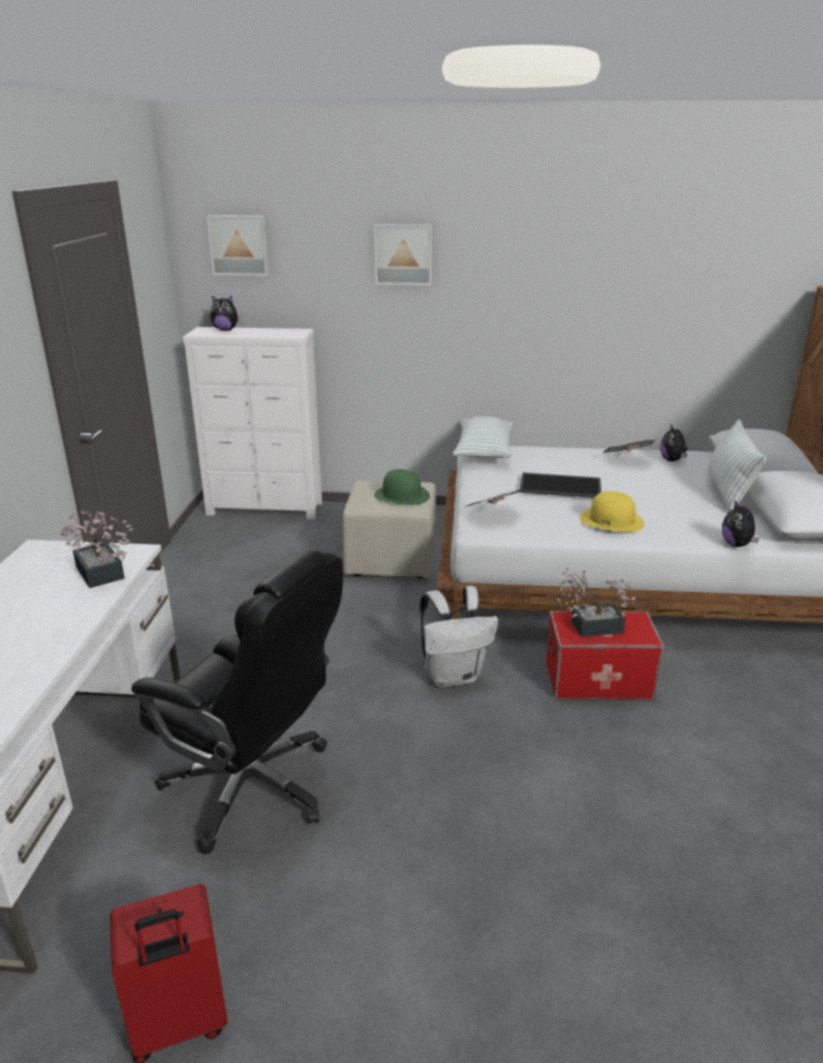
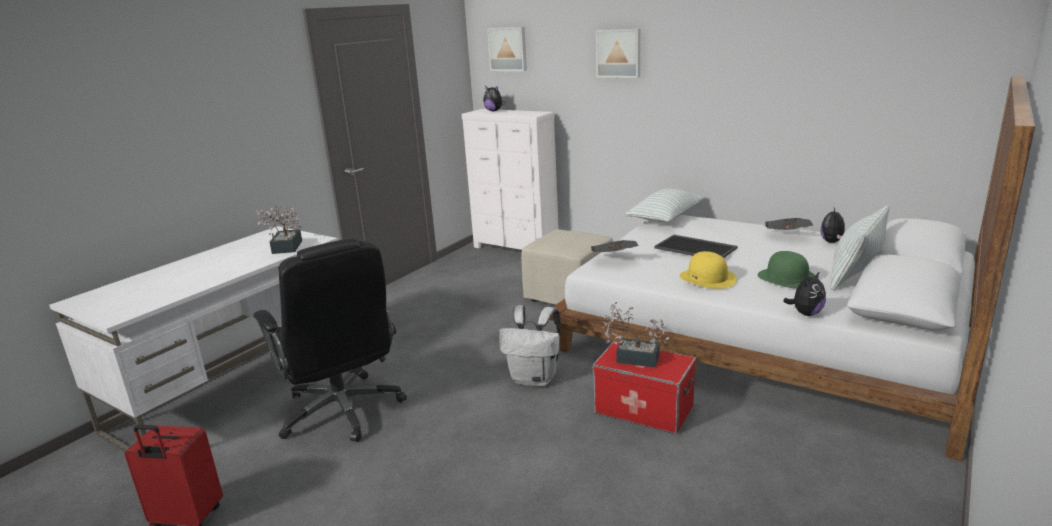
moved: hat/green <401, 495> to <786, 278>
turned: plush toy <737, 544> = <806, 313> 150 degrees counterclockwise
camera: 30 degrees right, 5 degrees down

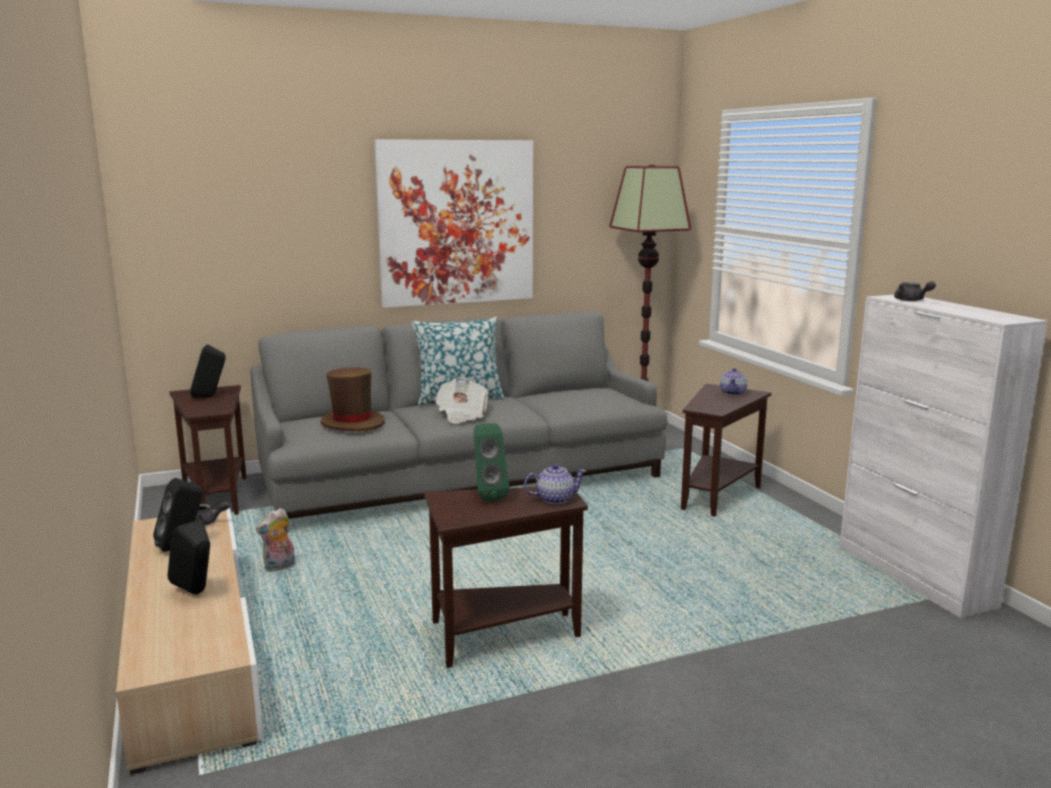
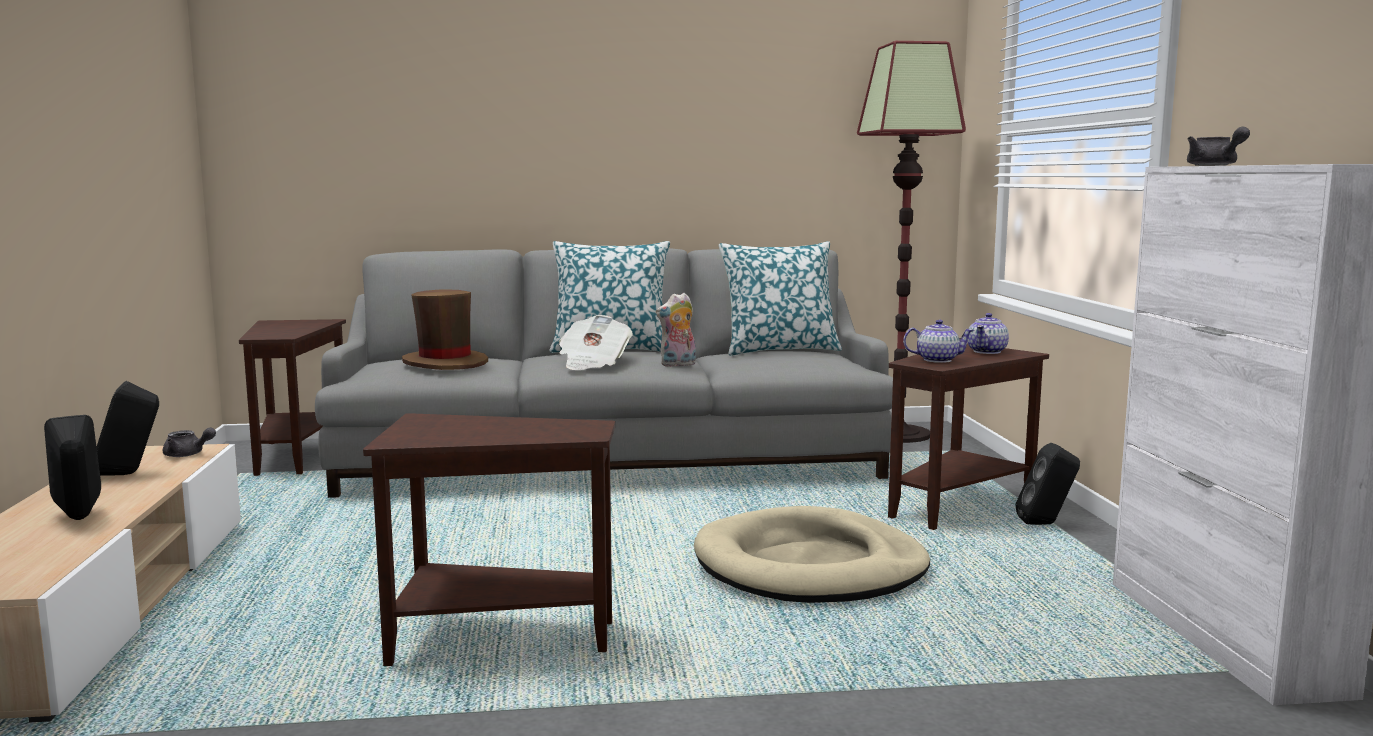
removed: picture <456, 222>; speaker/green <487, 495>
added: dog bed/beige <810, 566>; pillow <779, 350>
moved: plush toy <279, 567> to <678, 365>; teapot <554, 499> to <937, 360>; speaker/black <209, 397> to <1046, 524>
camera: 15 degrees right, 5 degrees down

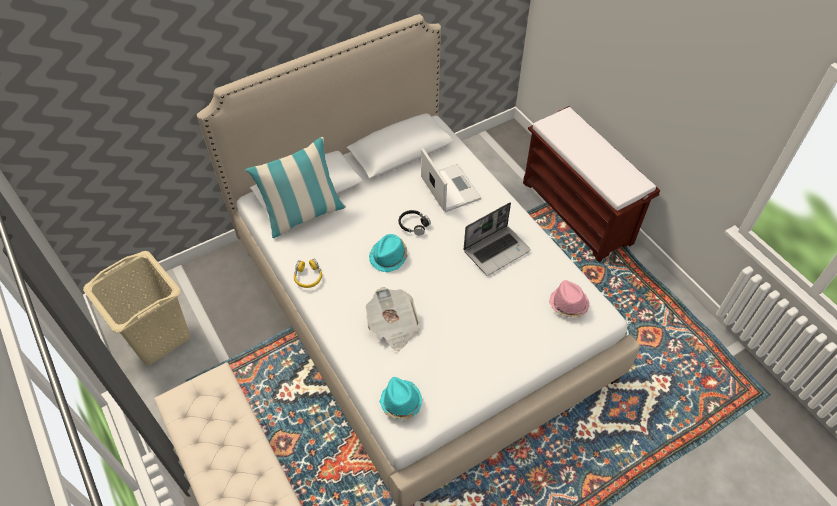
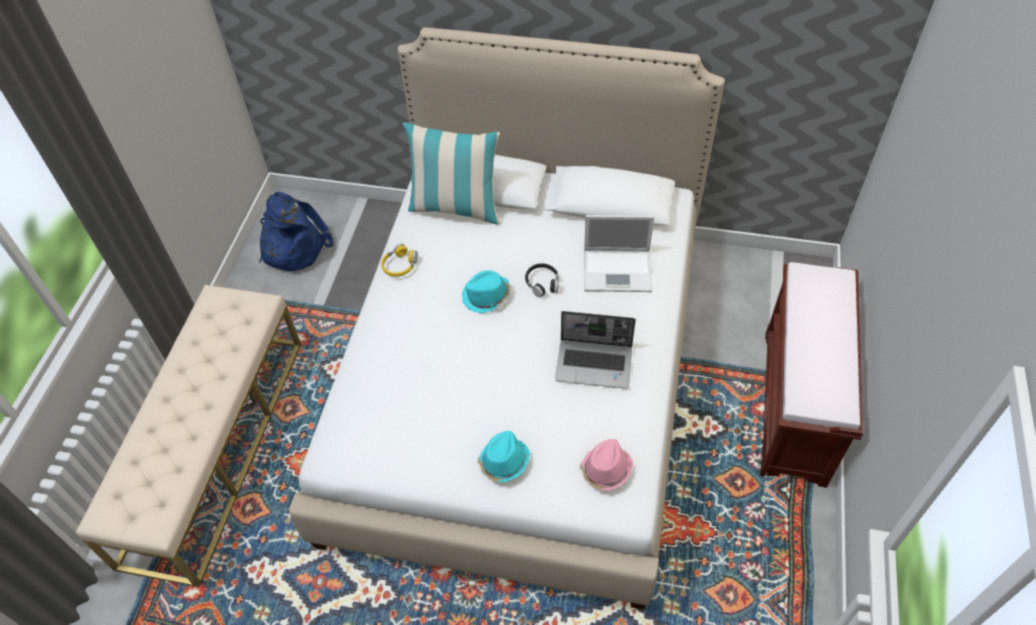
removed: newspaper <393, 326>
moved: hat/turquoise <400, 402> to <503, 462>
replaced: laundry basket/beige <157, 335> to backpack/blue <293, 246>
turned: laptop <449, 187> = <618, 270> 75 degrees clockwise
camera: 45 degrees right, 0 degrees up

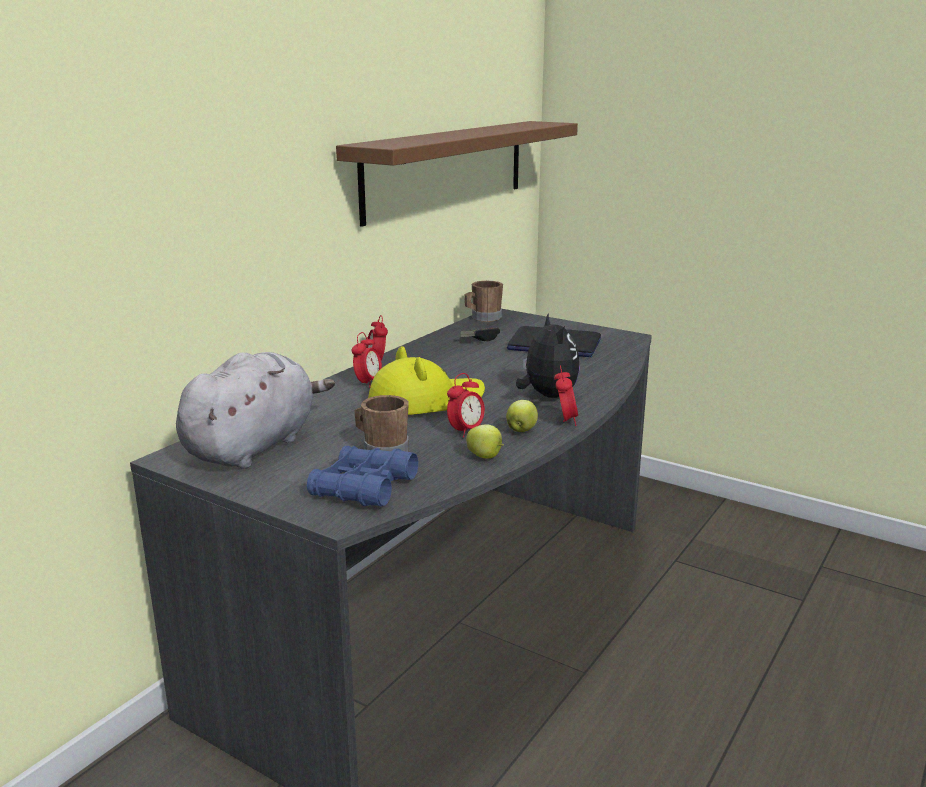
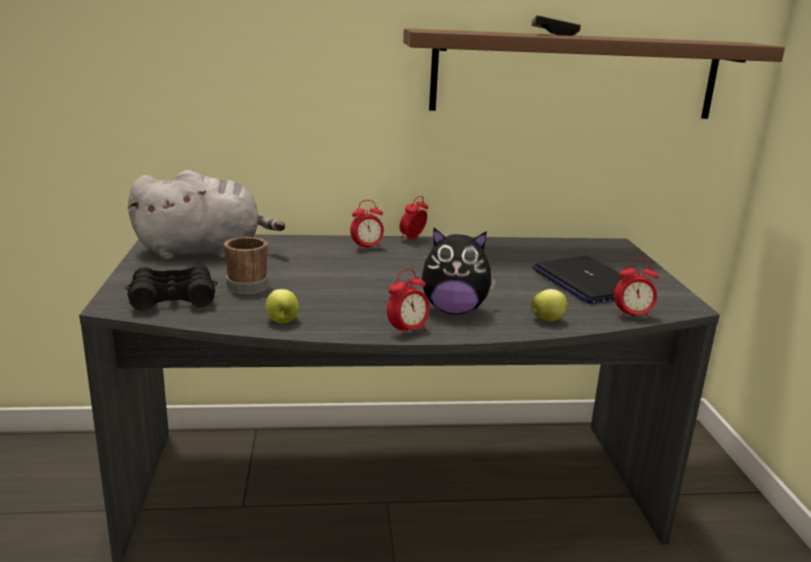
removed: hat/yellow <426, 401>; mug/brown <483, 318>
moved: game controller <480, 340> to <554, 34>; apple <521, 430> to <548, 320>; alarm clock <466, 431> to <632, 316>
recoloured: binoculars/blue <363, 488> to binoculars/black <172, 298>
turned: plush toy <547, 396> = <454, 310> 60 degrees clockwise
camera: 50 degrees right, 0 degrees up

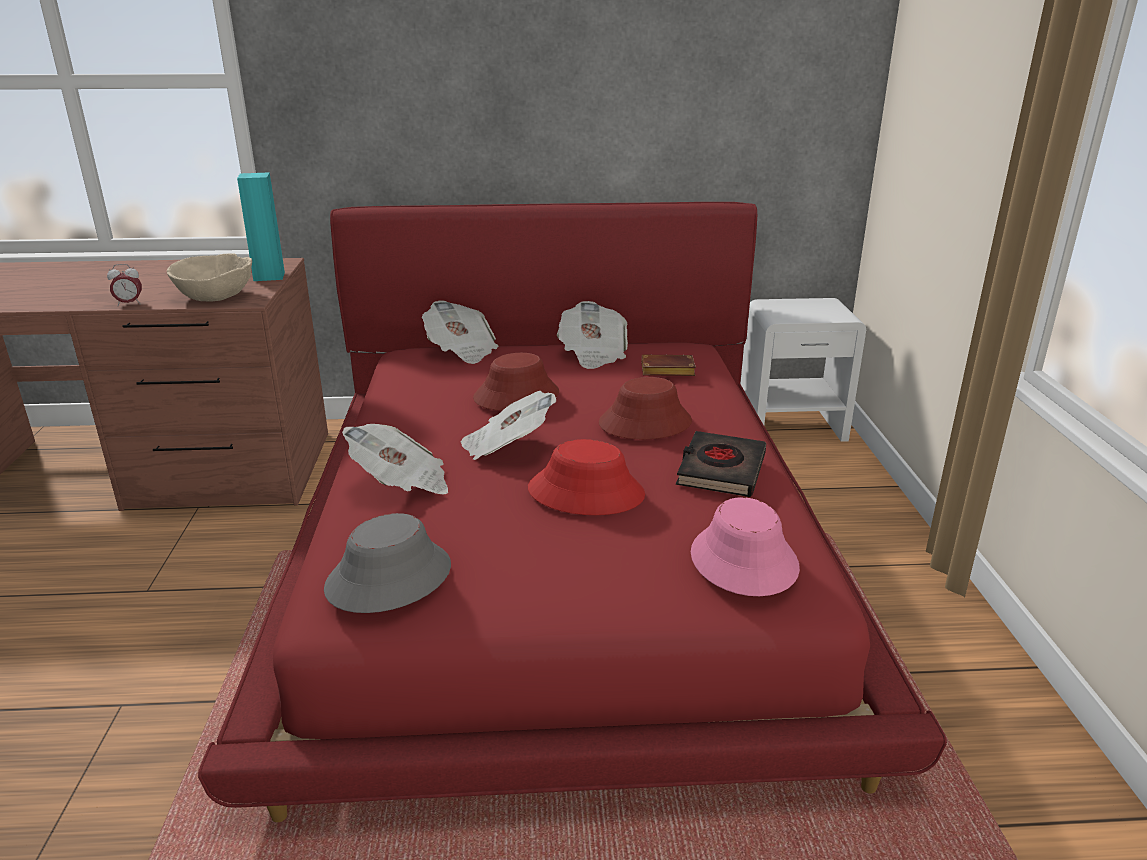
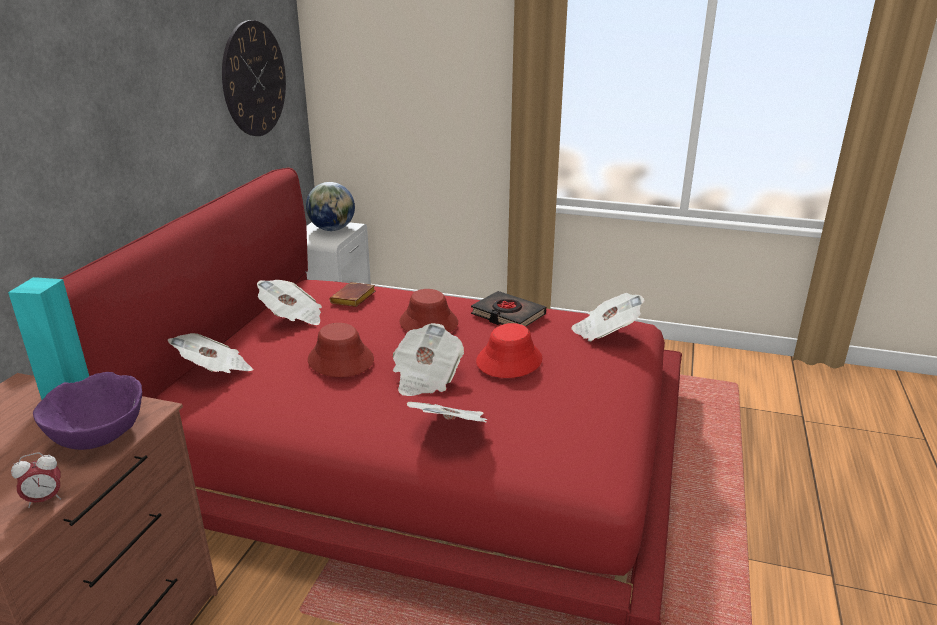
removed: hat/grey <389, 577>
added: wall clock <254, 79>; globe <332, 229>
replaced: hat/pink <743, 561> to newspaper <605, 332>
recoloured: bowl/beige <215, 296> to bowl/purple <98, 433>
turned: alarm clock <129, 304> = <44, 500> 60 degrees clockwise
camera: 70 degrees left, 0 degrees up

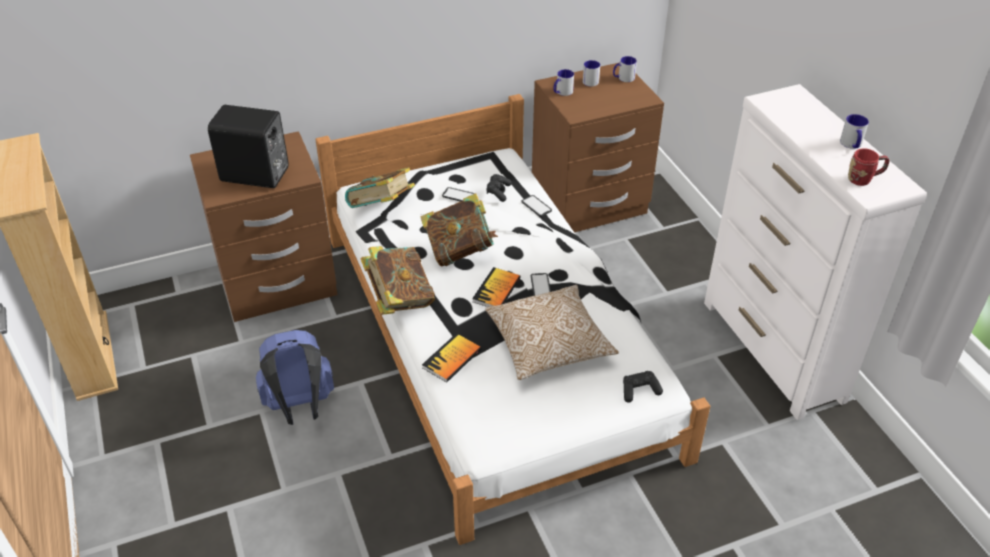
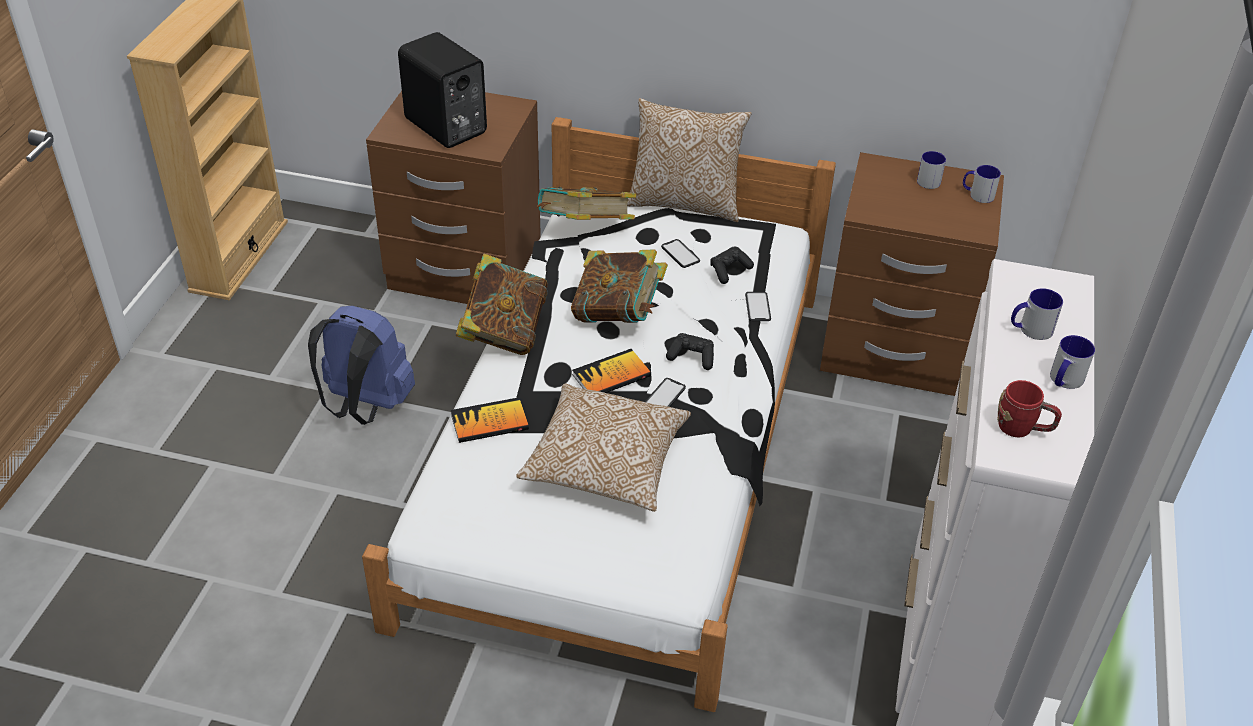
added: pillow <685, 203>
moved: game controller/black <639, 391> to <692, 357>; mug <562, 92> to <1030, 329>
camera: 35 degrees right, 0 degrees up

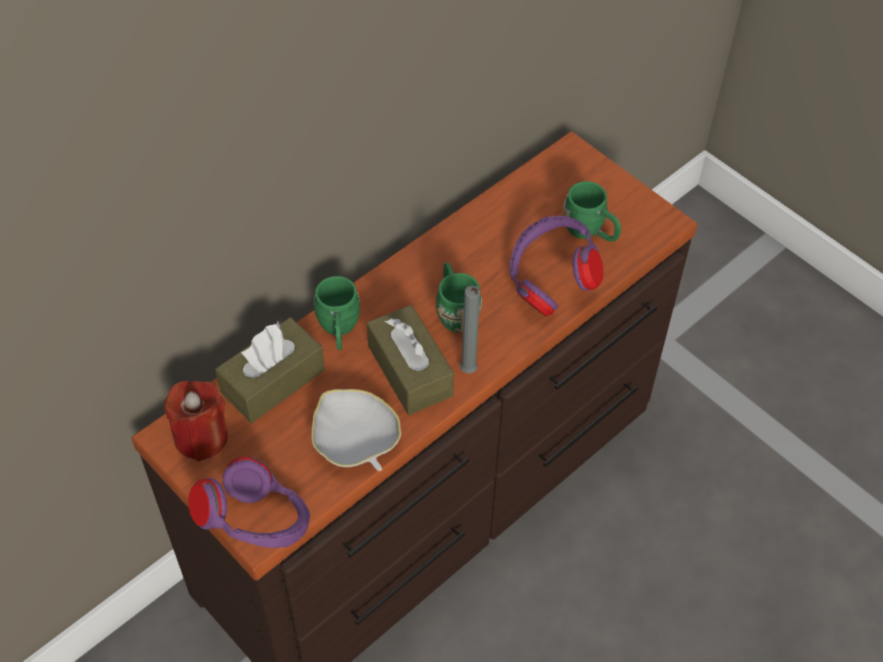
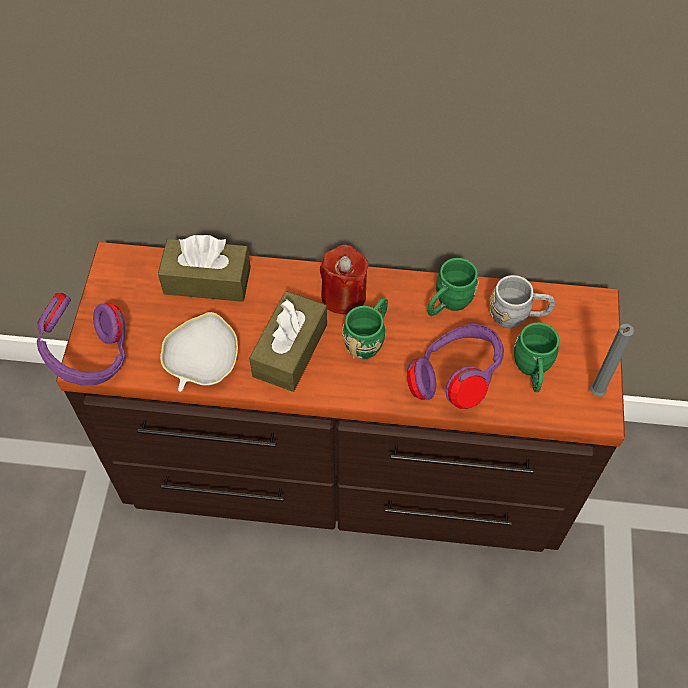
added: mug/grey <517, 316>
moved: candle/red <201, 437> to <343, 296>; mug/green <339, 330> to <448, 304>; candle/grey <469, 373> to <595, 394>
camera: 50 degrees right, 5 degrees up

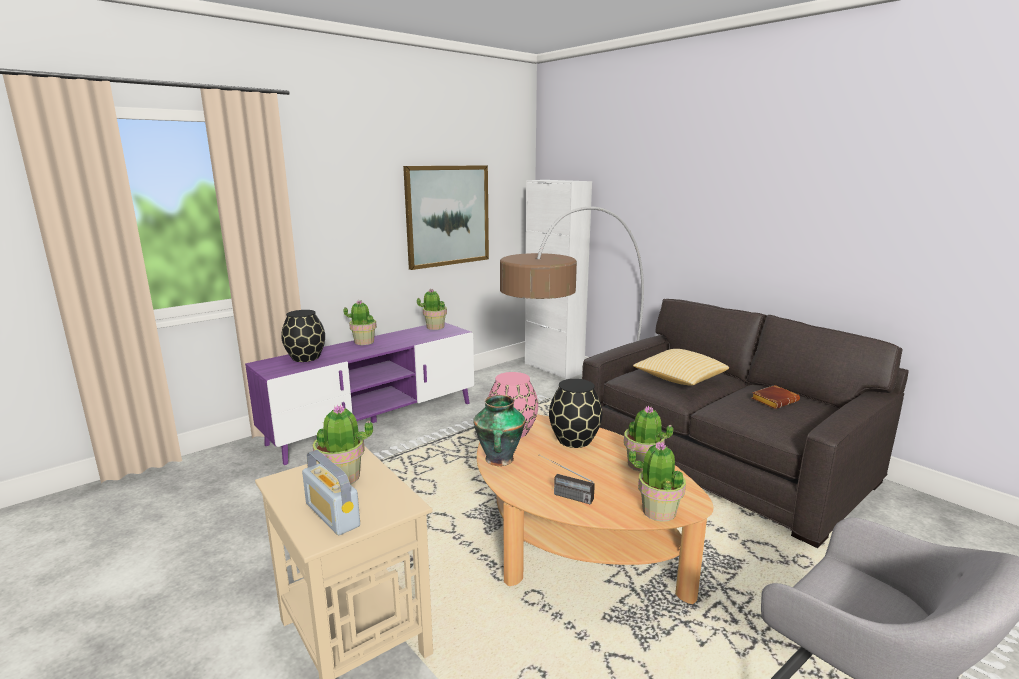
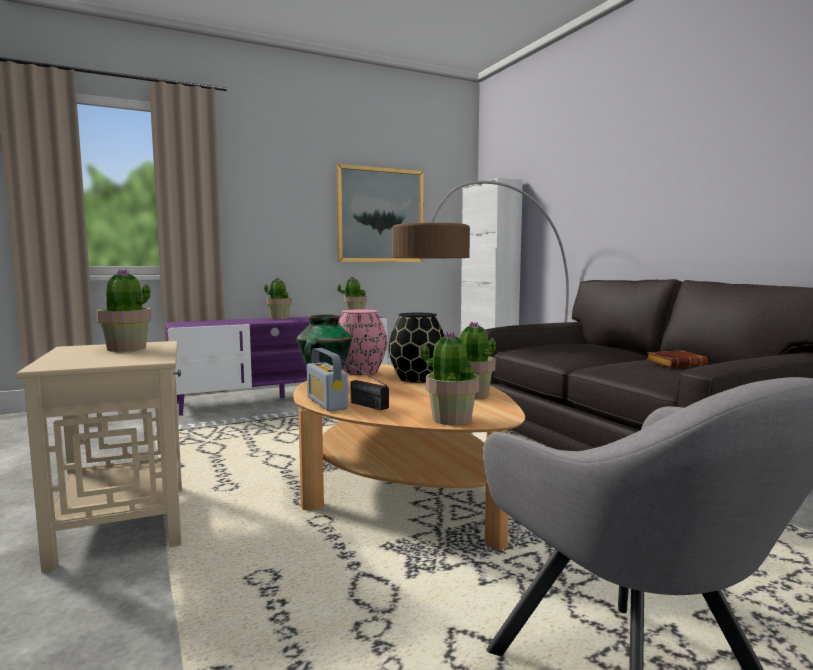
removed: vase/black <306, 358>; pillow <679, 380>
moved: radio <332, 515> to <327, 403>
camera: 15 degrees right, 10 degrees down

